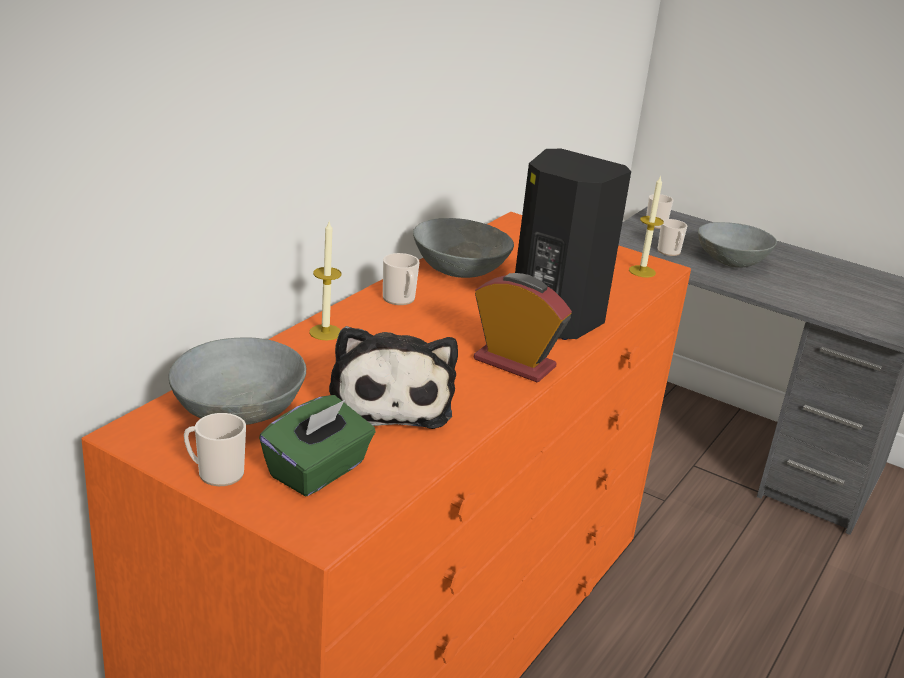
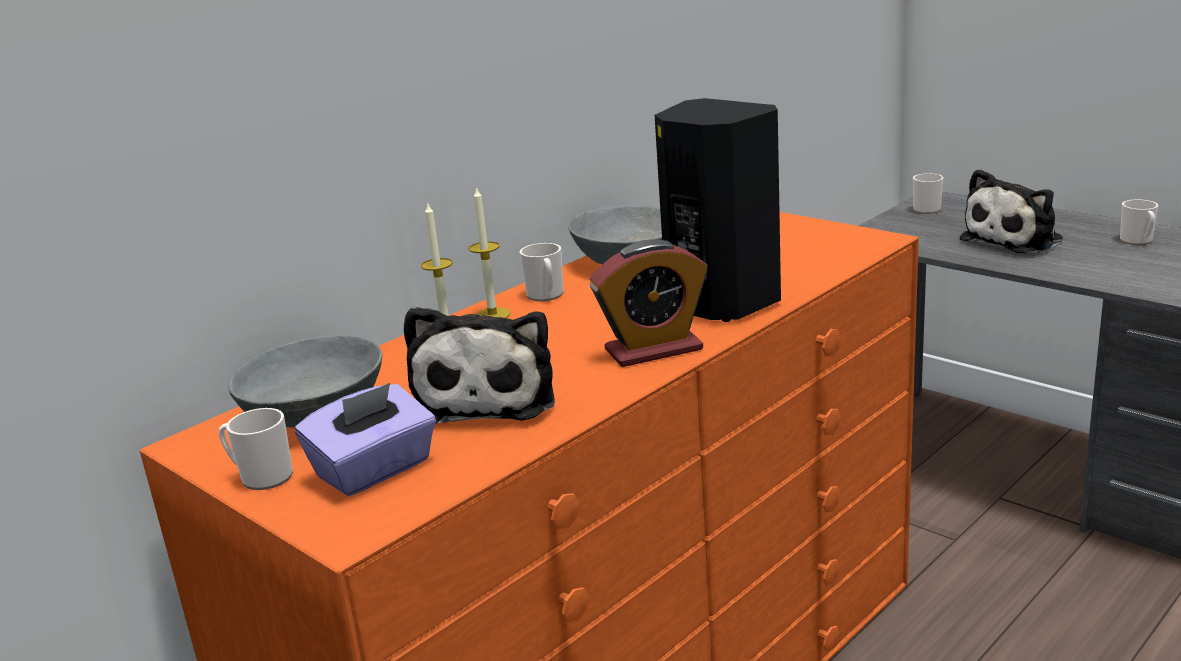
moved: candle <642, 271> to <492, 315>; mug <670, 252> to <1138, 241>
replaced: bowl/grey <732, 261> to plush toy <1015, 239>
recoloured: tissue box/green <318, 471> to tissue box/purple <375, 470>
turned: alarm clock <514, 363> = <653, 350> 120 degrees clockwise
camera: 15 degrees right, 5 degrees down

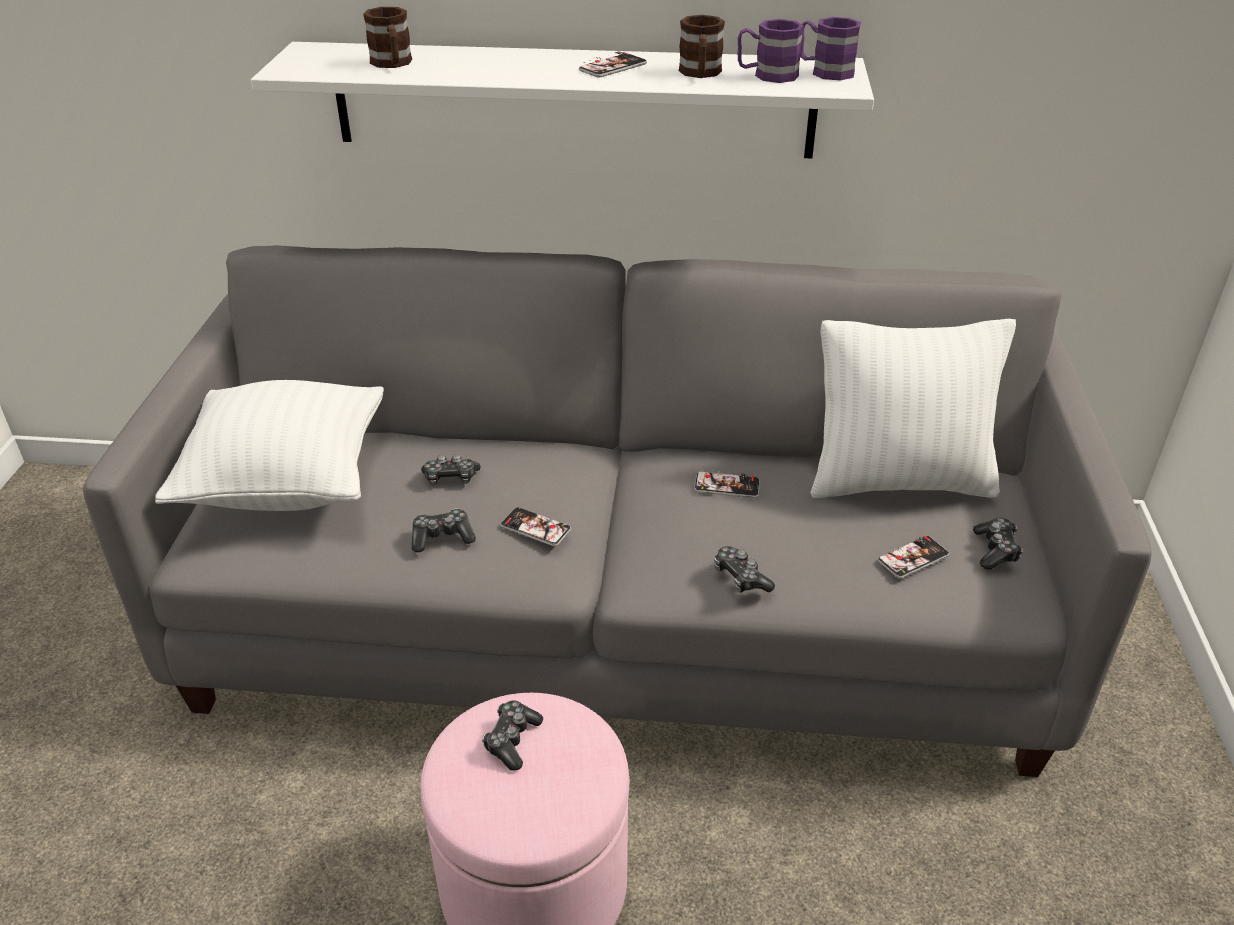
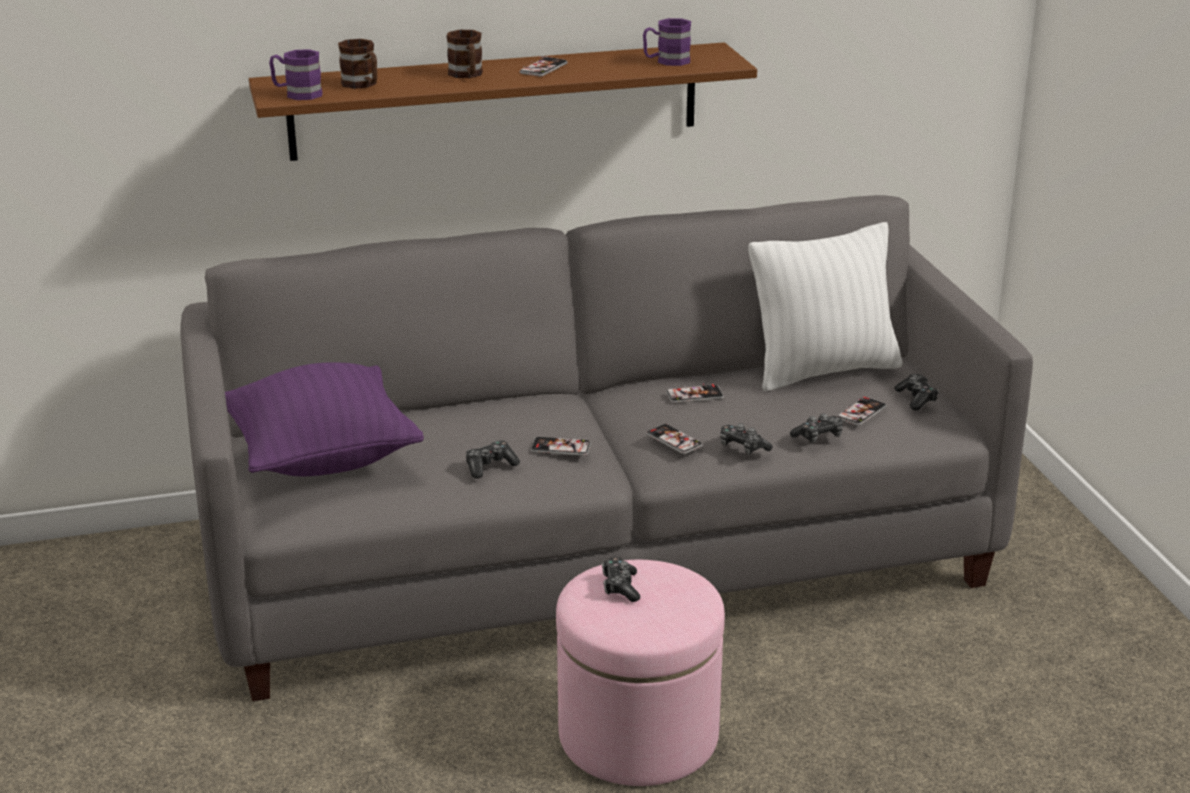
added: phone <674, 440>
moved: mug/purple <824, 71> to <297, 94>; mug/brown <700, 74> to <467, 75>; game controller <450, 478> to <818, 437>
recoloured: pillow/white <287, 483> to pillow/purple <322, 458>; shelf/white <573, 100> to shelf/brown <495, 101>
camera: 20 degrees left, 10 degrees down

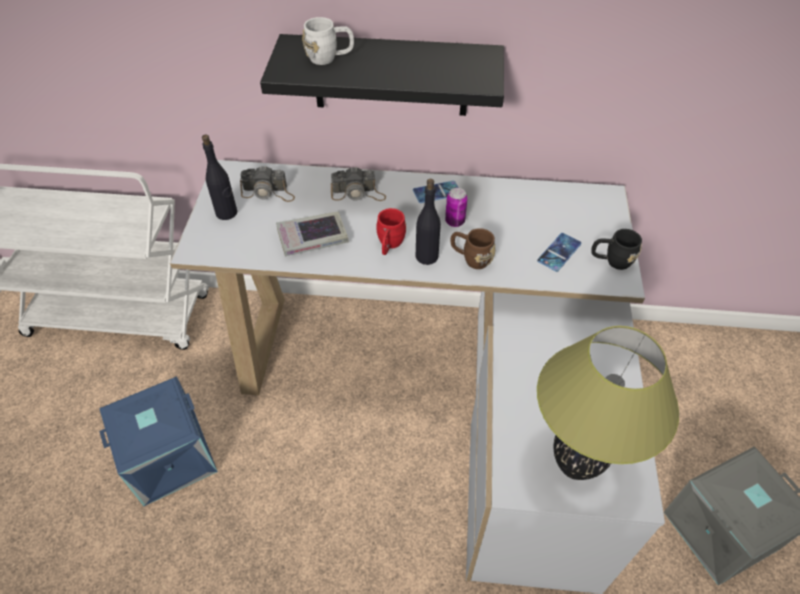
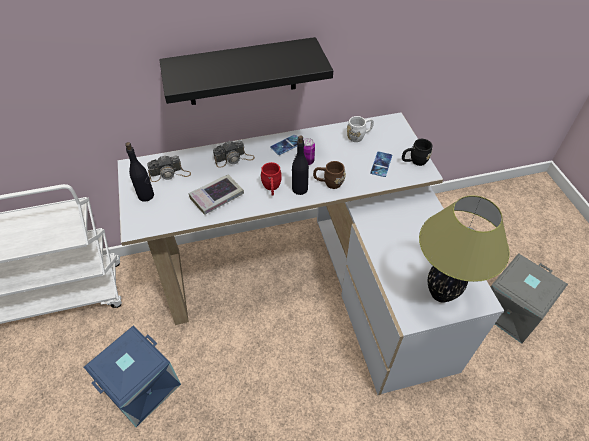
moved: mug/white <329, 58> to <359, 136>
camera: 20 degrees left, 0 degrees up

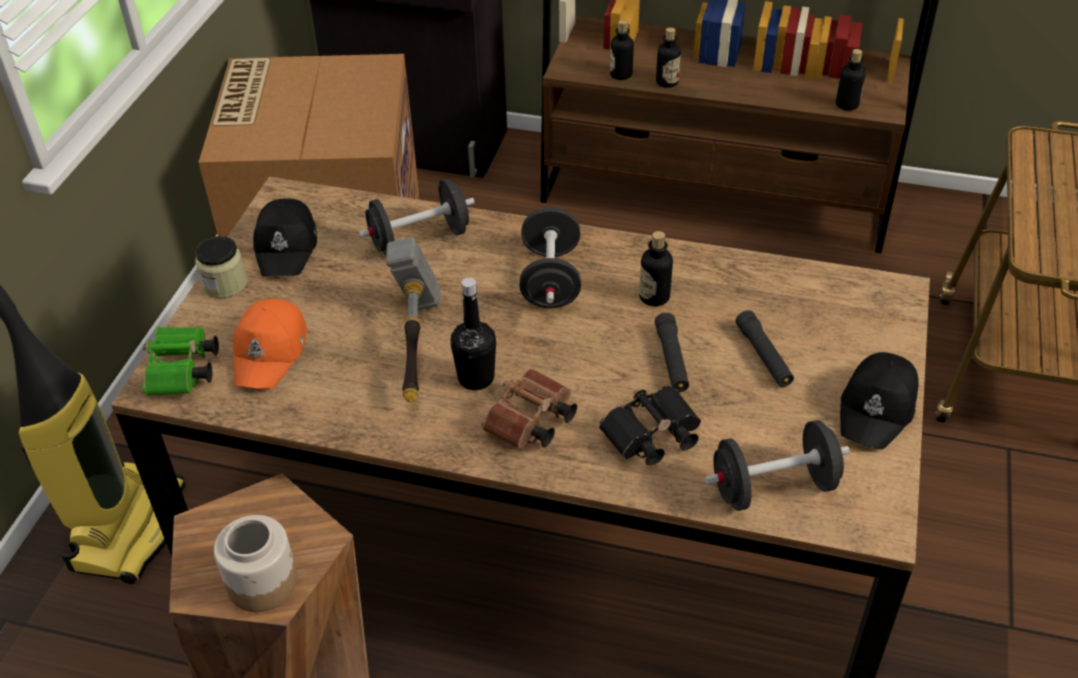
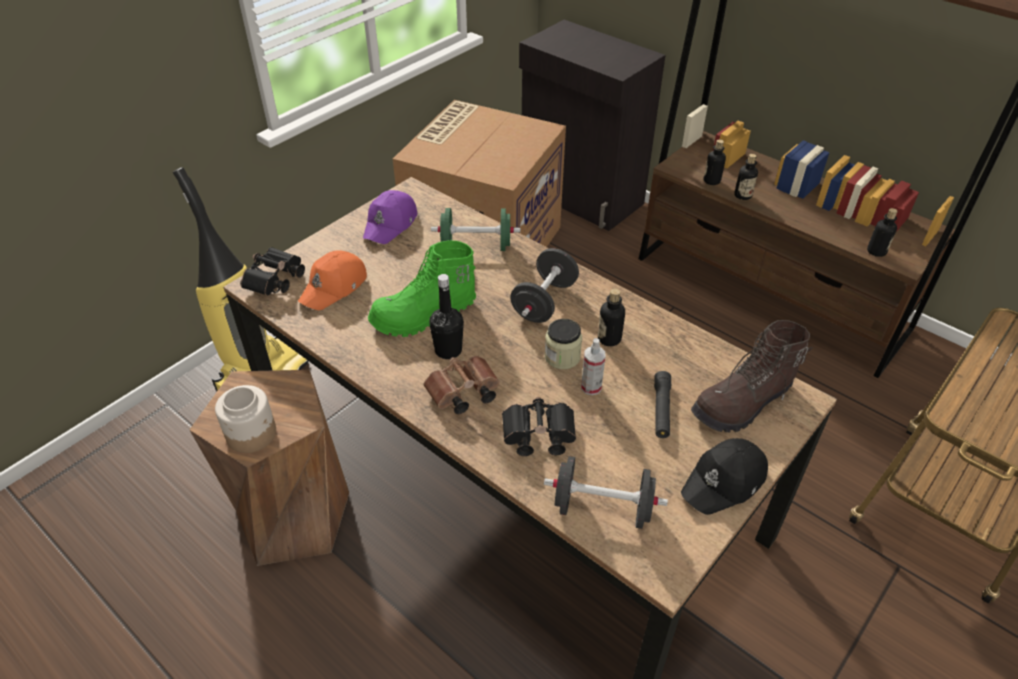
added: boot/brown <743, 403>
moved: jar <225, 284> to <562, 357>
replaced: hammer <416, 346> to boot/green <424, 315>; flashlight/black <671, 359> to spray bottle <591, 387>
recoloured: binoculars/green <182, 373> to binoculars/black <275, 282>; cap/black <287, 246> to cap/purple <391, 224>; dumbbell/black <419, 239> to dumbbell/green <476, 246>
camera: 25 degrees right, 0 degrees up

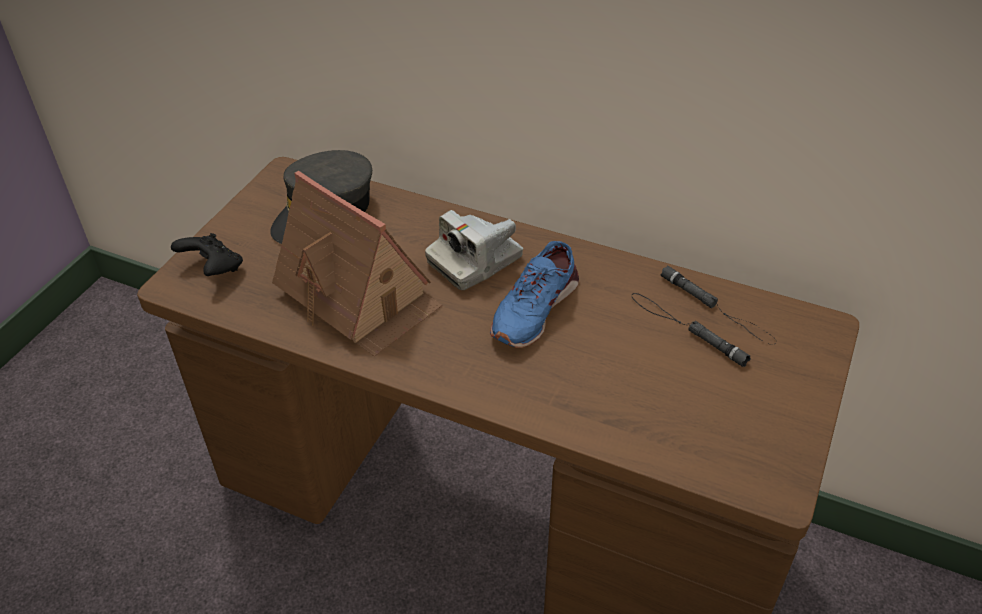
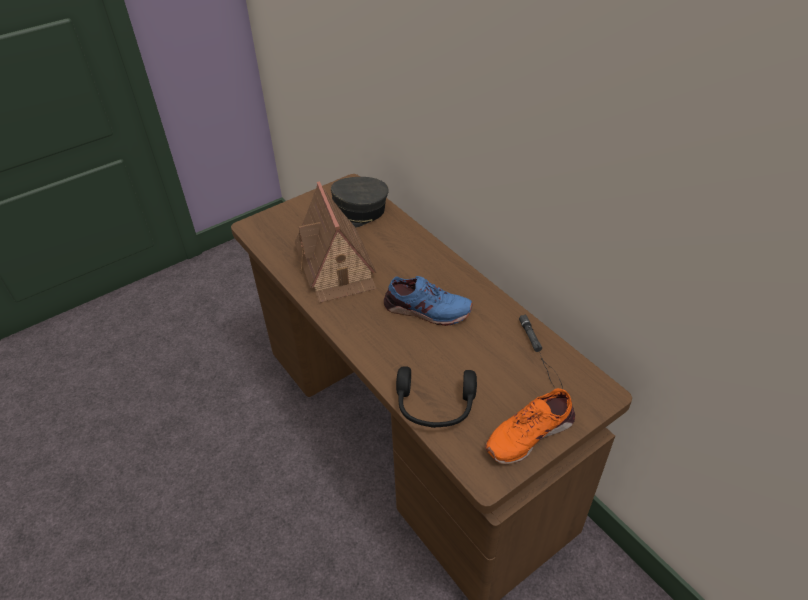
removed: game controller/black <213, 269>; photo camera <475, 261>; flashlight/black <686, 329>
added: headphones/black <435, 407>; shoe/orange <529, 434>
turned: shoe/blue <534, 309> = <426, 310> 135 degrees counterclockwise
camera: 30 degrees right, 0 degrees up

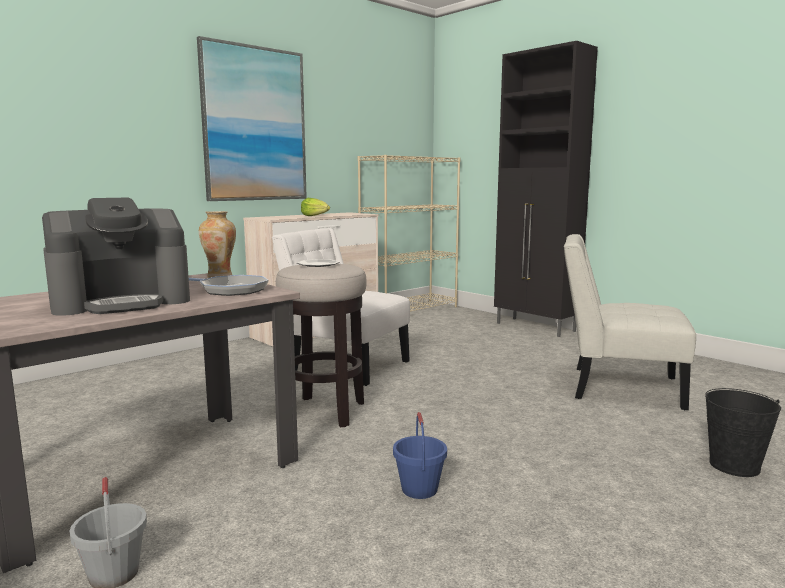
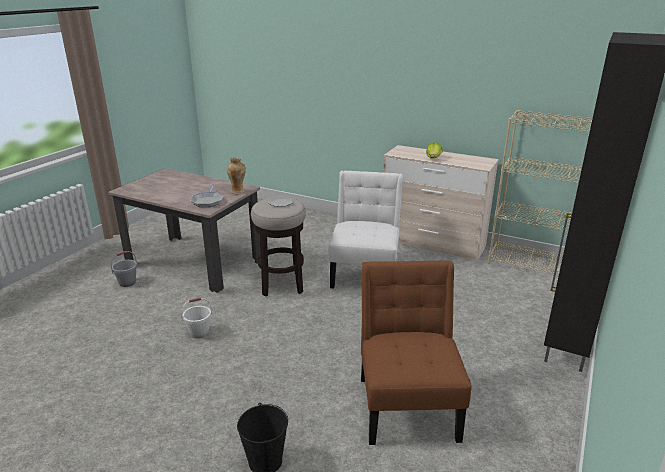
removed: coffee machine <122, 302>; picture <254, 124>
recoloured: bucket/blue <420, 489> to bucket/white <199, 333>; chair/white <617, 387> to chair/brown <407, 403>
camera: 70 degrees right, 15 degrees up

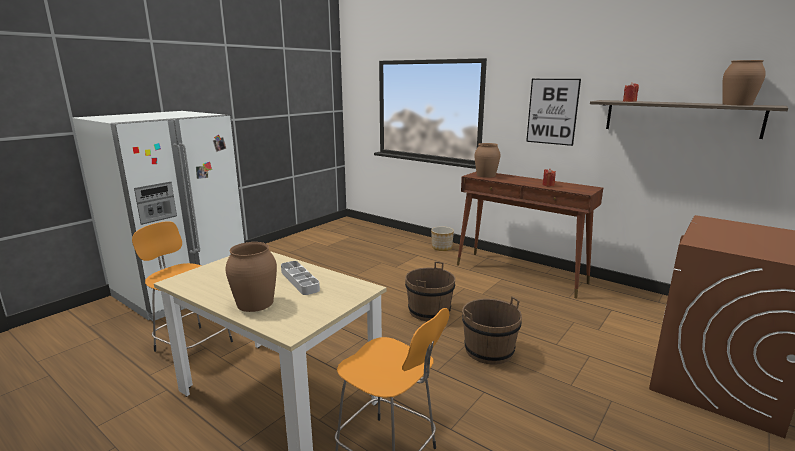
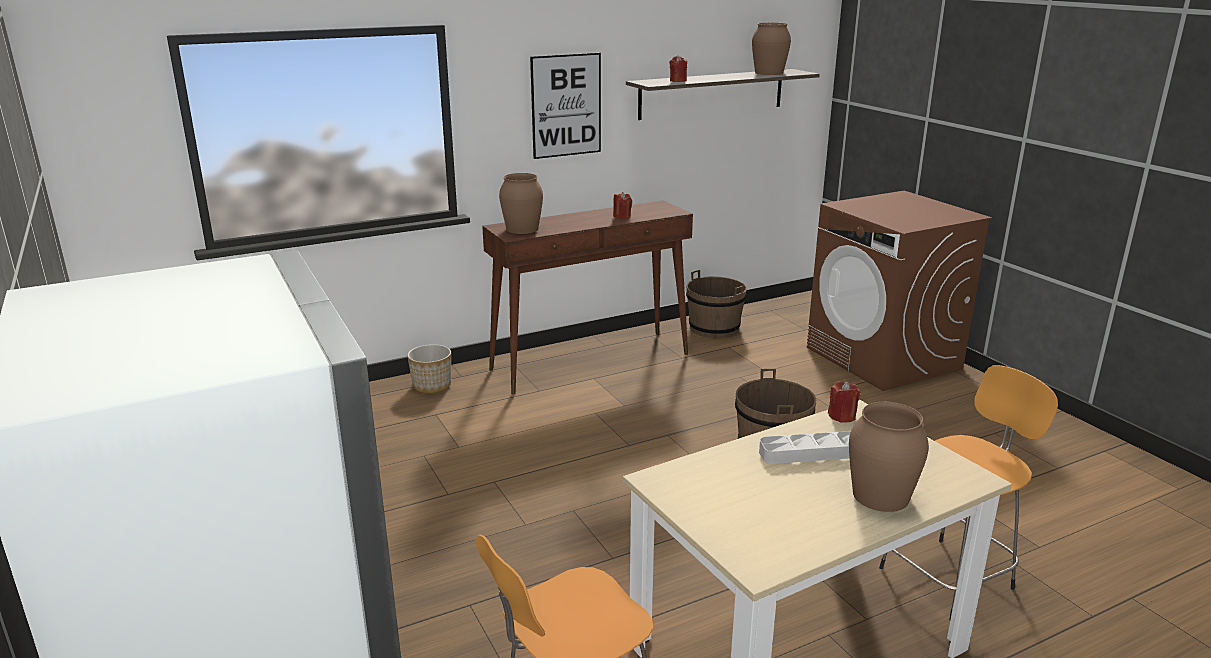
added: candle/red <842, 416>
moved: bucket/brown <429, 311> to <714, 328>
camera: 65 degrees left, 5 degrees up

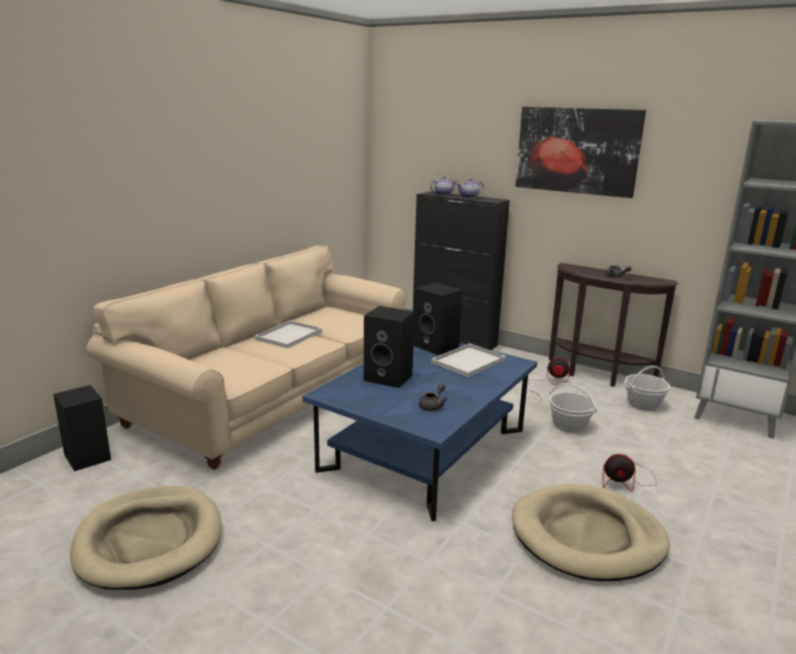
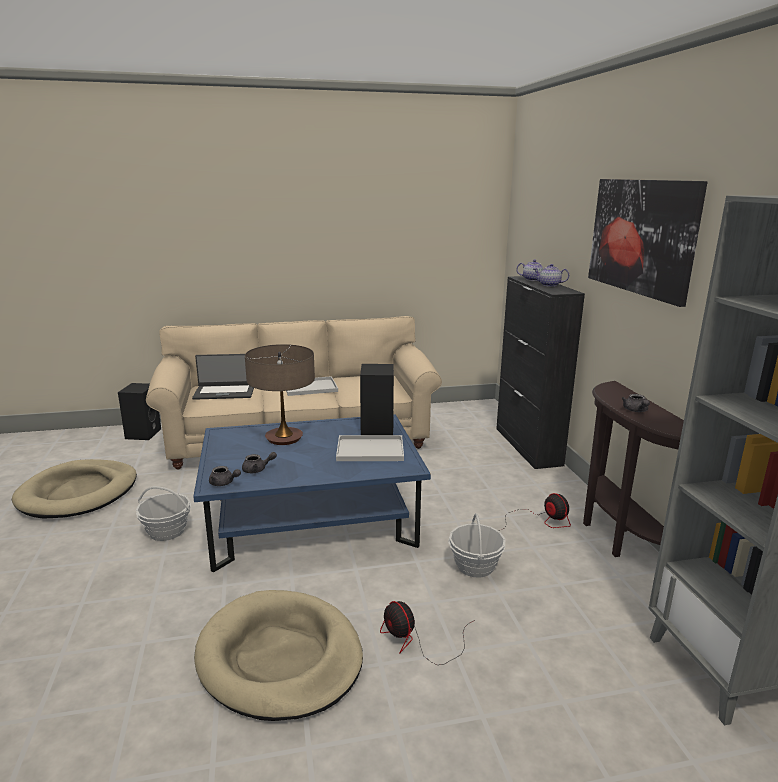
added: laptop <224, 392>; teapot/grey <224, 483>
moved: basket <643, 404> to <166, 531>
replaced: speaker/black <389, 377> to table lamp <284, 438>
camera: 45 degrees right, 0 degrees up

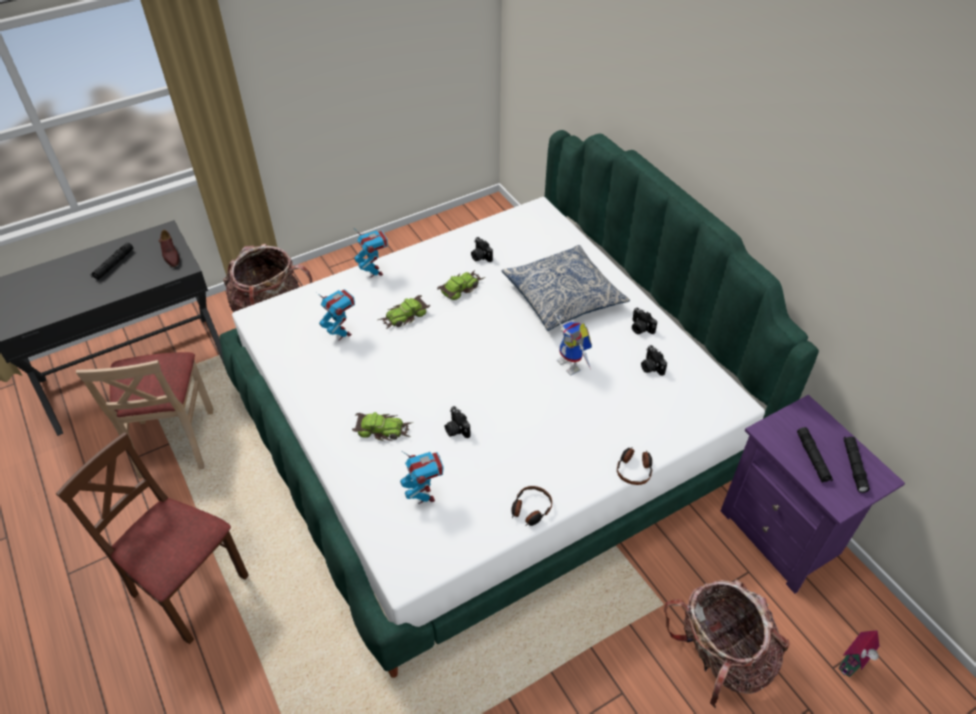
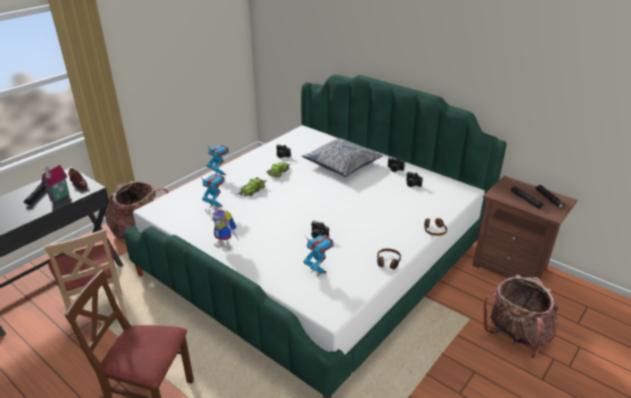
removed: toy car <383, 429>
moved: toy house <852, 665> to <60, 197>; toy robot <573, 365> to <226, 245>
recoloured: nightstand/purple <783, 535> to nightstand/brown <512, 268>
camera: 20 degrees left, 15 degrees down

